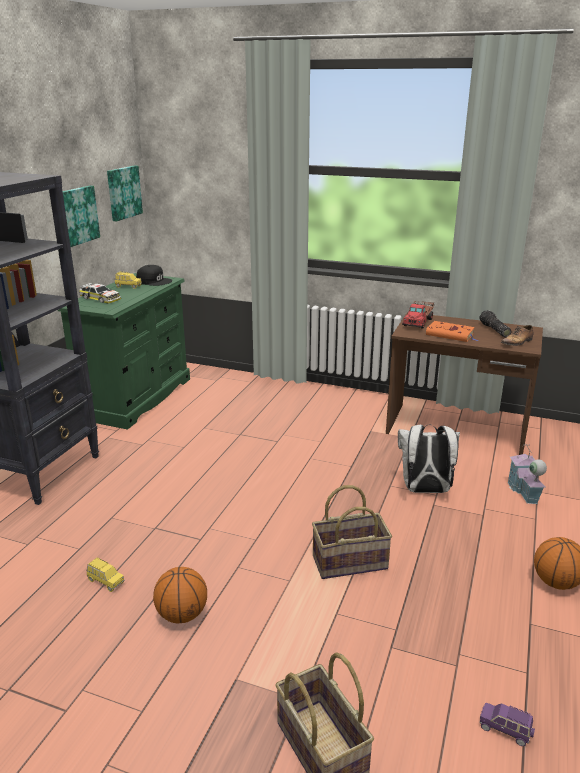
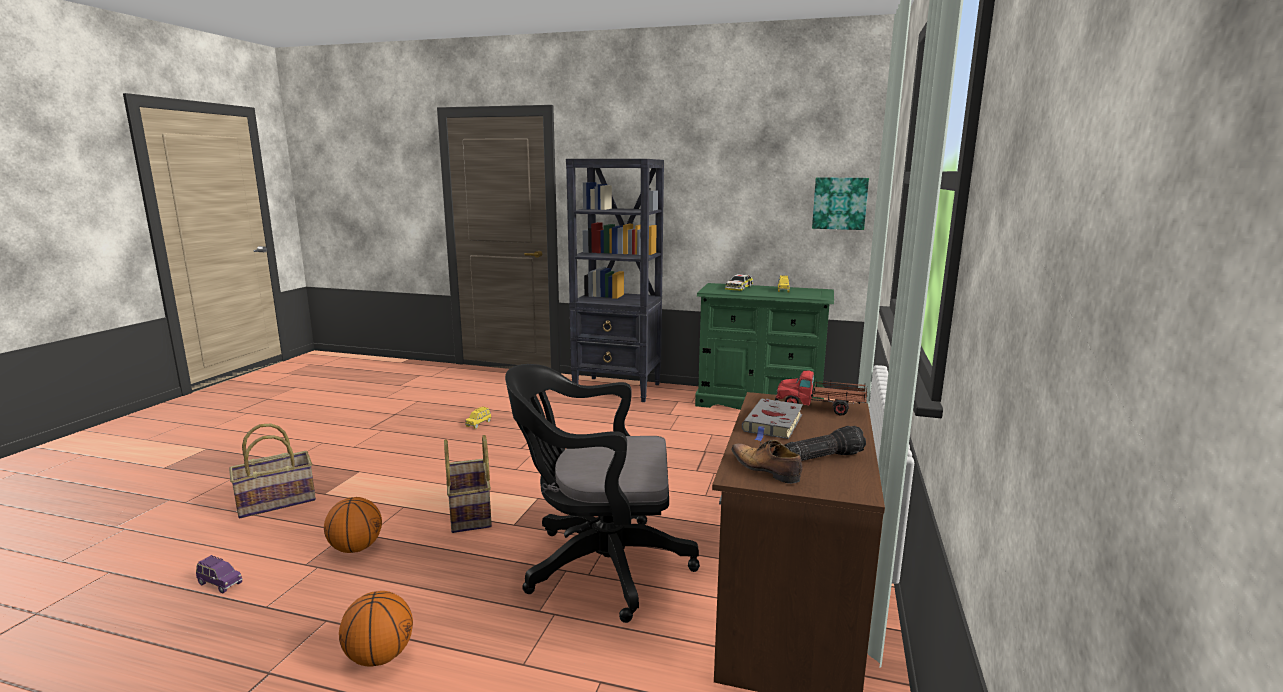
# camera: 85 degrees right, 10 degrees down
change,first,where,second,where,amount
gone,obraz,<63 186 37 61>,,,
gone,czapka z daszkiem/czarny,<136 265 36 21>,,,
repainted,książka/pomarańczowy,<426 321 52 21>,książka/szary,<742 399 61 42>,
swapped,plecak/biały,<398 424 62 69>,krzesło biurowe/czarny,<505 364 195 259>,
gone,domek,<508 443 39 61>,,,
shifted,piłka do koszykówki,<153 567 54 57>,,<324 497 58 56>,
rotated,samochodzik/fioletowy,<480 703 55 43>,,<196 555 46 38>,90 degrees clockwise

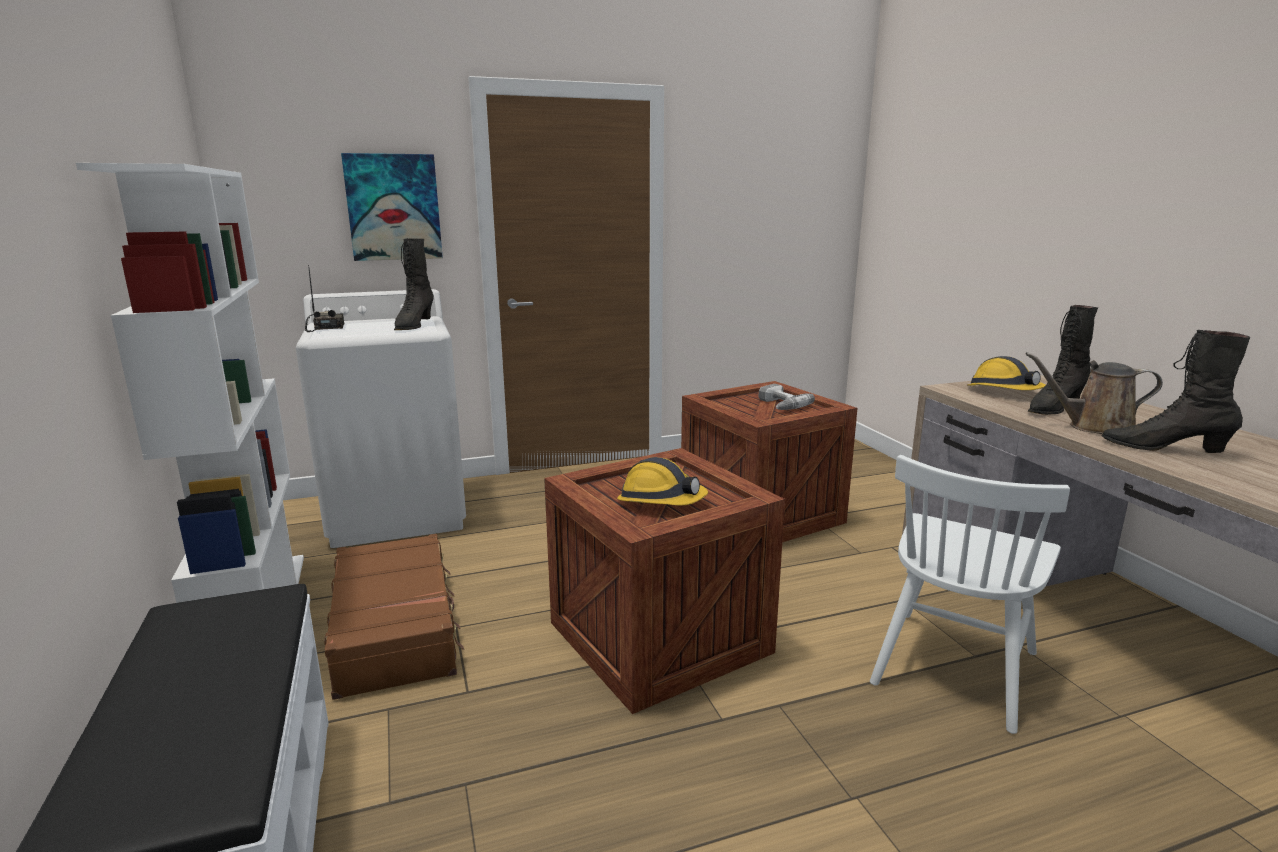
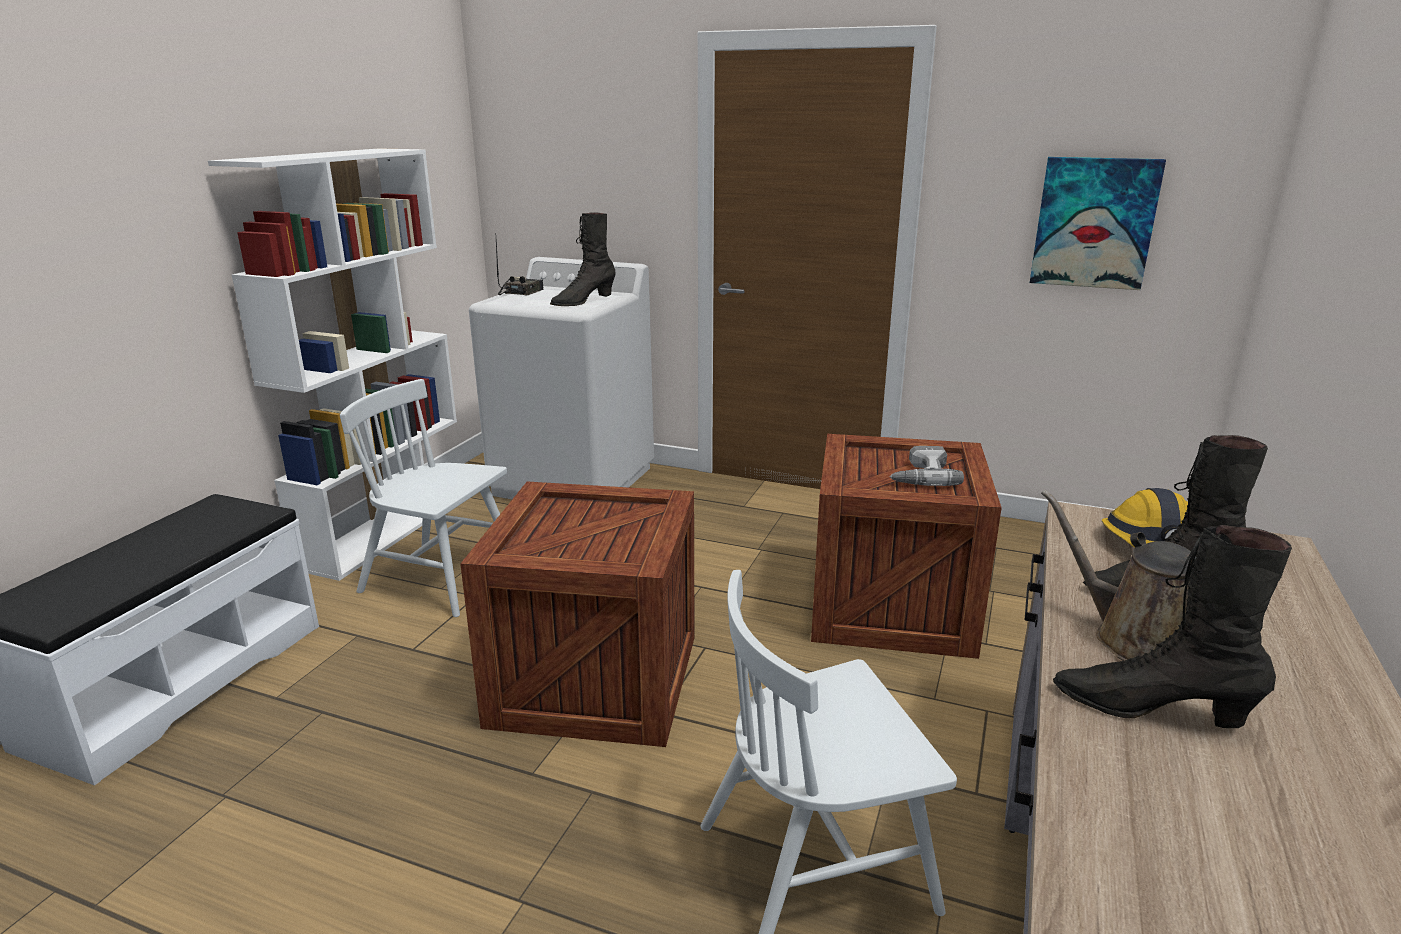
# camera: 40 degrees right, 5 degrees up
change,first,where,second,where,amount
shifted,obraz,<341 153 102 108>,,<1030 157 136 133>,
rotated,but z cholewką/czarny,<1101 330 149 123>,,<1053 525 239 203>,45 degrees counterclockwise
gone,kask,<617 457 91 48>,,,
swapped,walizka/brązowy,<324 534 140 166>,krzesło/biały,<340 379 167 238>,

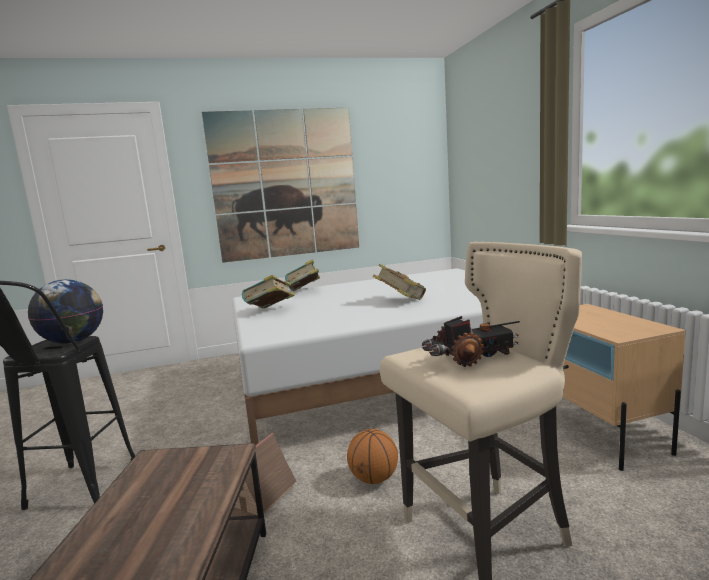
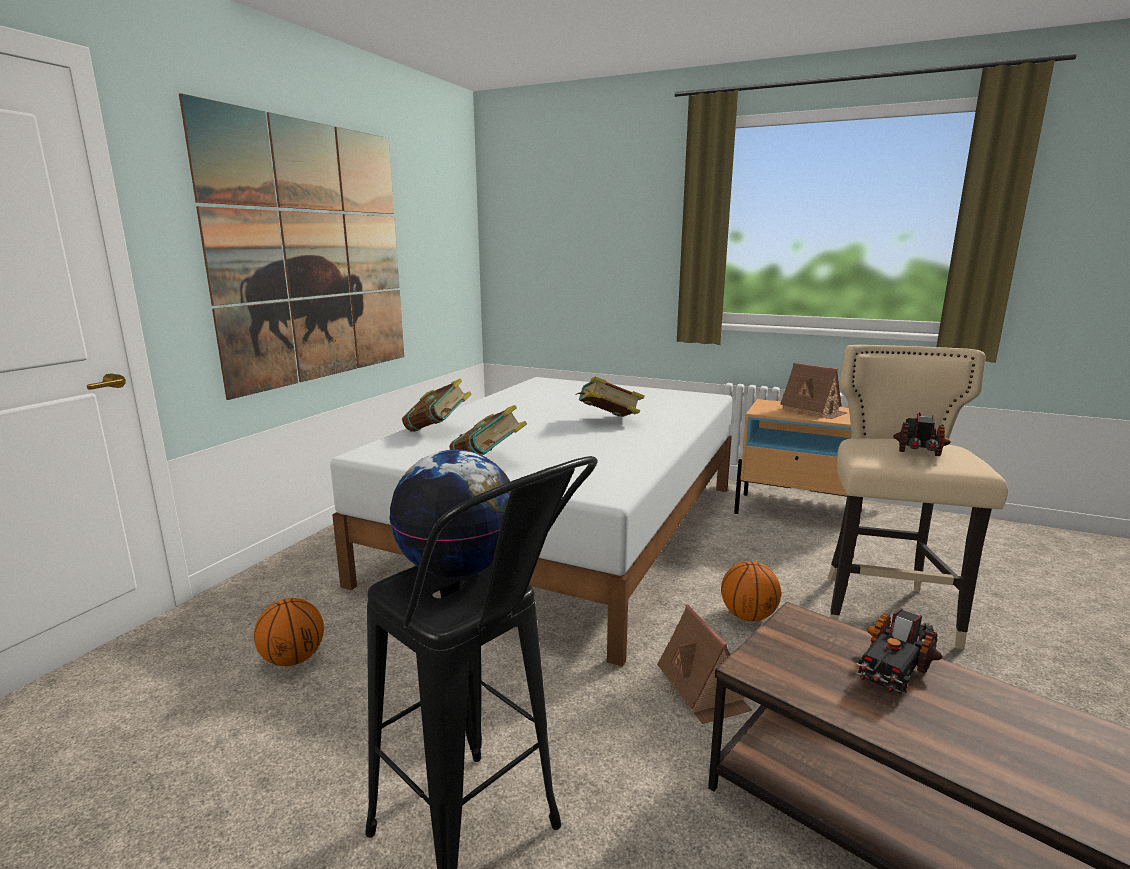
# camera: 50 degrees left, 5 degrees up
change,first,where,second,where,amount
new,,,domek,<780 362 68 57>,
new,,,piłka do koszykówki,<254 598 70 68>,
new,,,ciężarówka zabawkowa,<855 608 88 86>,

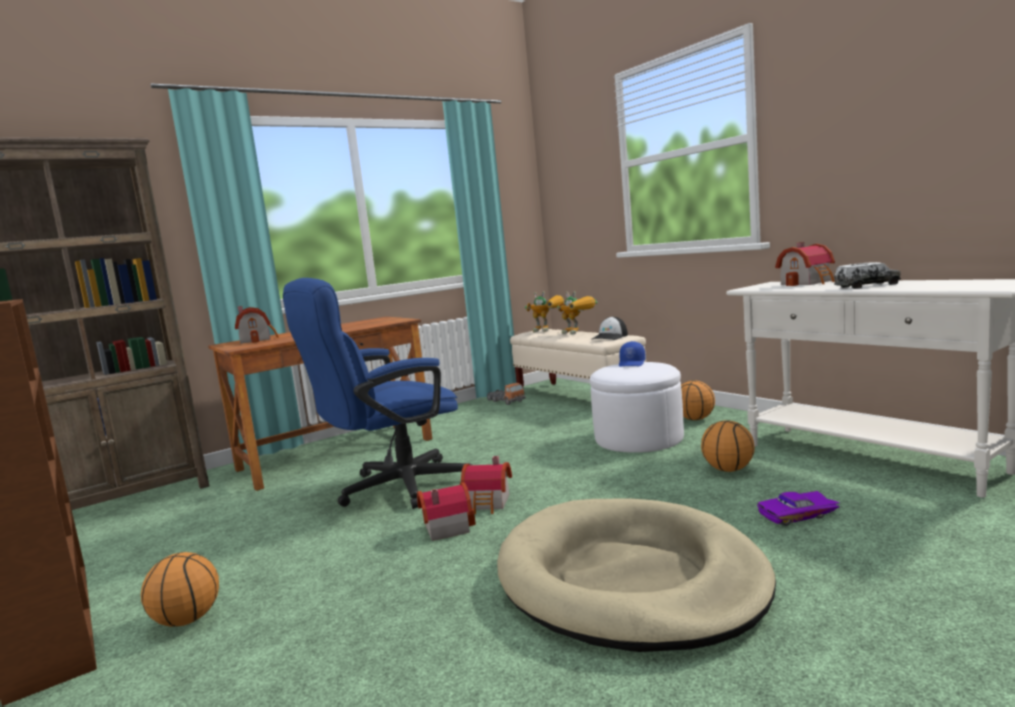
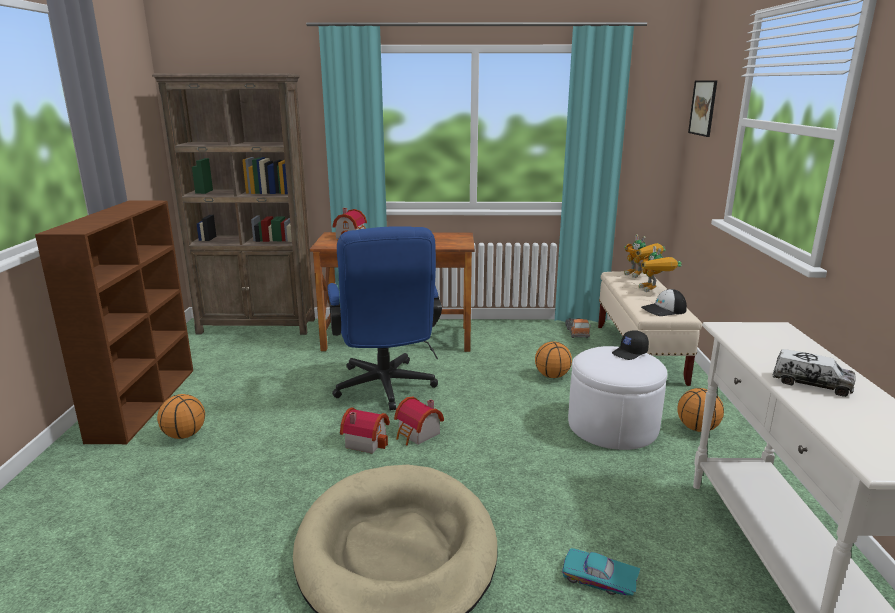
# camera: 35 degrees right, 10 degrees up
change,first,where,second,where,amount
gone,domek,<775 242 60 44>,,,
rotated,krzesło biurowe/niebieski,<283 278 189 231>,,<327 226 115 184>,105 degrees counterclockwise
repainted,czapka z daszkiem/niebieski,<619 341 27 26>,czapka z daszkiem/czarny,<612 330 37 30>,
shifted,piłka do koszykówki,<701 420 54 52>,,<535 341 37 37>,
repainted,samochodzik/fioletowy,<757 491 83 35>,samochodzik/turkusowy,<562 548 78 47>,
new,,,obraz,<688 80 29 57>,

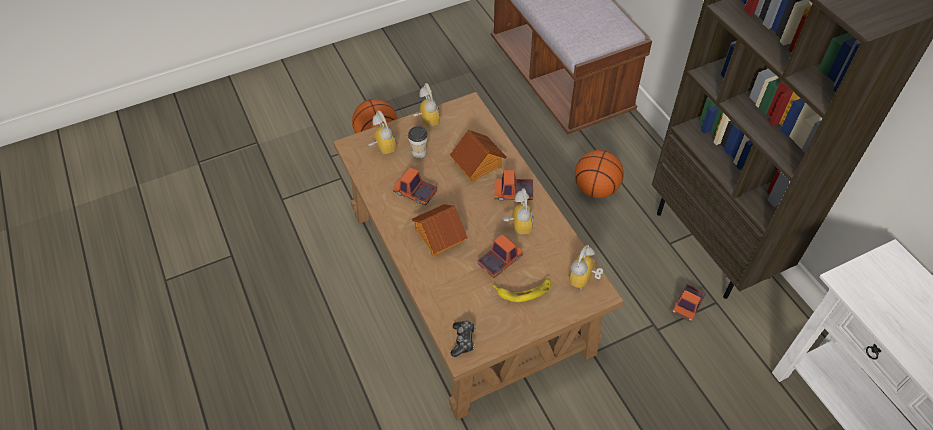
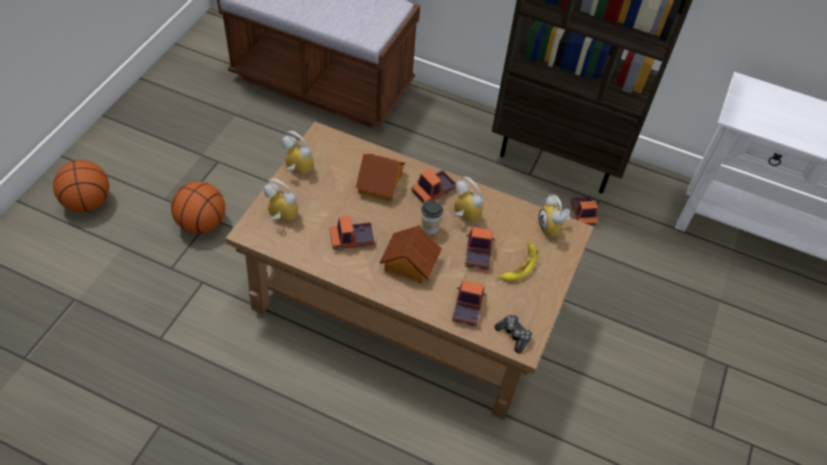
# camera: 45 degrees left, 0 degrees up
change,first,where,second,where,amount
shifted,filiżanka,<408 126 20 32>,,<421 200 22 35>,
shifted,piłka do koszykówki,<575 150 49 48>,,<53 160 56 52>,
new,,,ciężarówka zabawkowa,<452 281 34 46>,

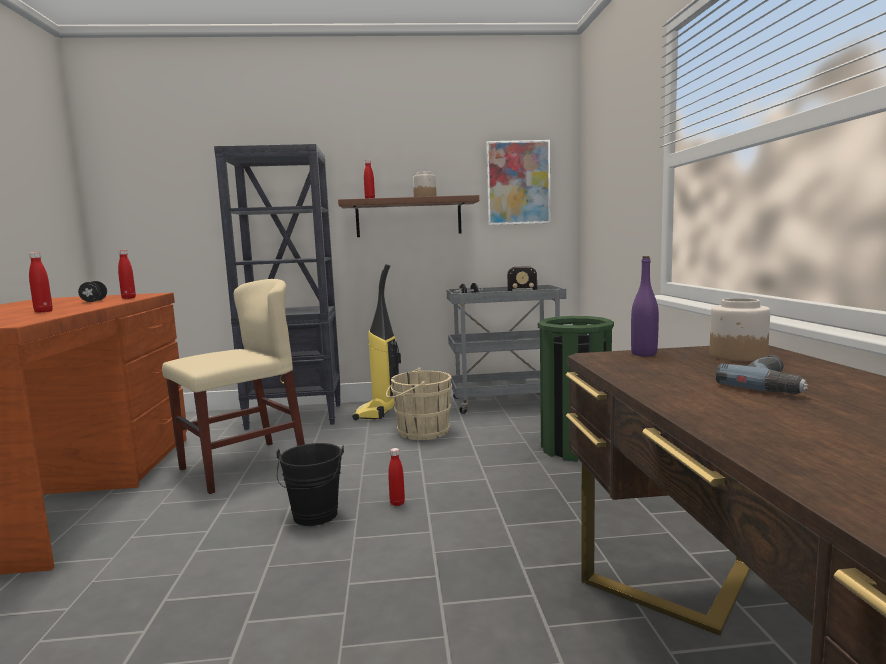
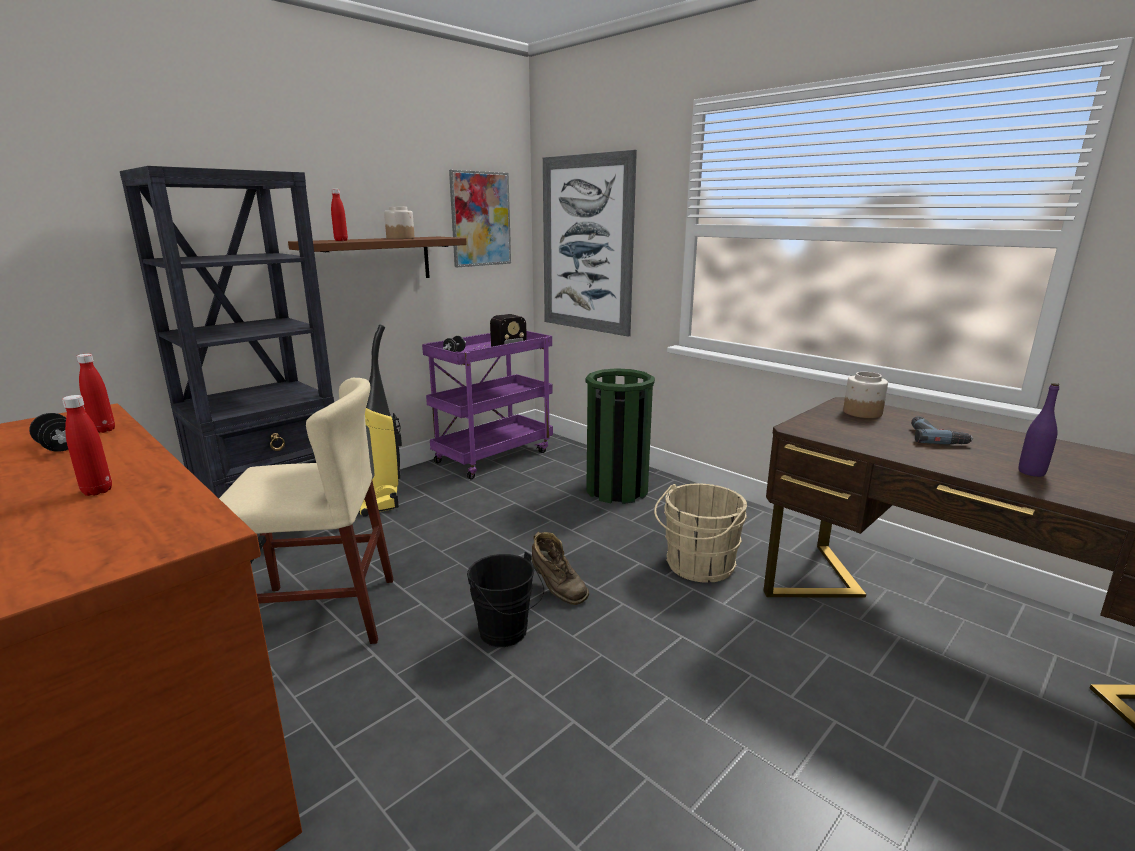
# camera: 40 degrees left, 10 degrees up
change,first,where,second,where,amount
shifted,butelka/fioletowy,<631 256 28 100>,,<1019 383 40 94>,
rotated,krzesło/beżowy,<162 279 143 215>,,<219 378 174 266>,75 degrees clockwise
repainted,wózek/szary,<447 285 119 129>,wózek/fioletowy,<422 331 131 148>,
shifted,wiadro/beżowy,<386 368 66 72>,,<654 484 93 99>,
swapped,butelka/czerwony,<388 448 17 58>,but z cholewką/brązowy,<532 532 57 73>,
new,,,obraz,<543 150 94 187>,

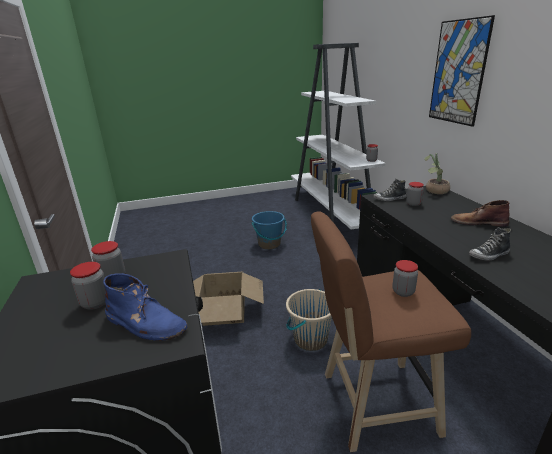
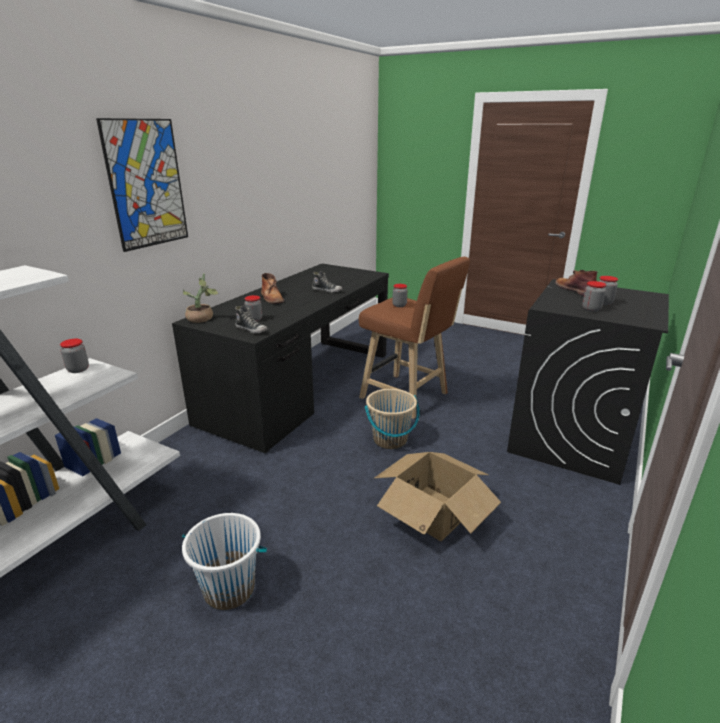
# camera: 135 degrees left, 0 degrees up
change,first,where,second,where,amount
repainted,wiadro/niebieski,<252 211 35 38>,wiadro/biały,<182 513 85 97>,
repainted,but z cholewką/niebieski,<103 273 85 68>,but z cholewką/brązowy,<555 270 42 26>,

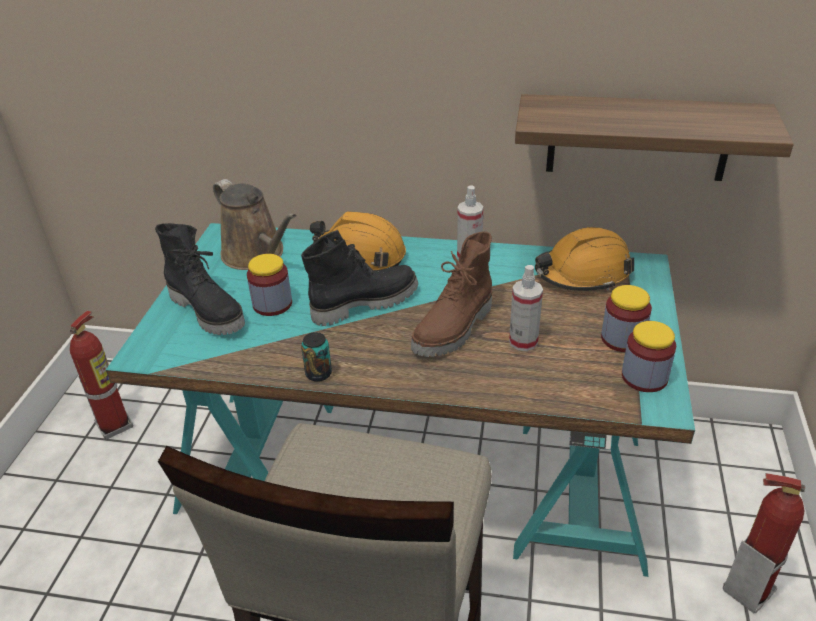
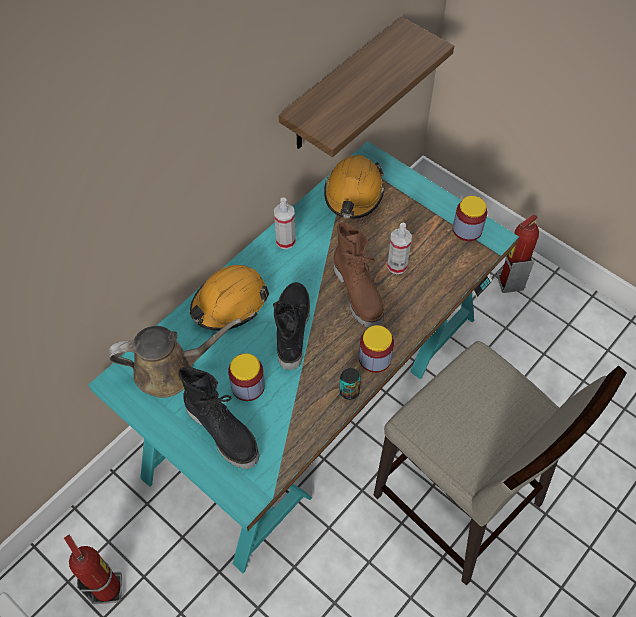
# camera: 60 degrees left, 20 degrees up
change,first,where,second,where,amount
rotated,but z cholewką/czarny,<155 223 90 112>,,<179 367 80 102>,60 degrees clockwise
shifted,słoik,<601 285 51 67>,,<359 325 35 48>,

